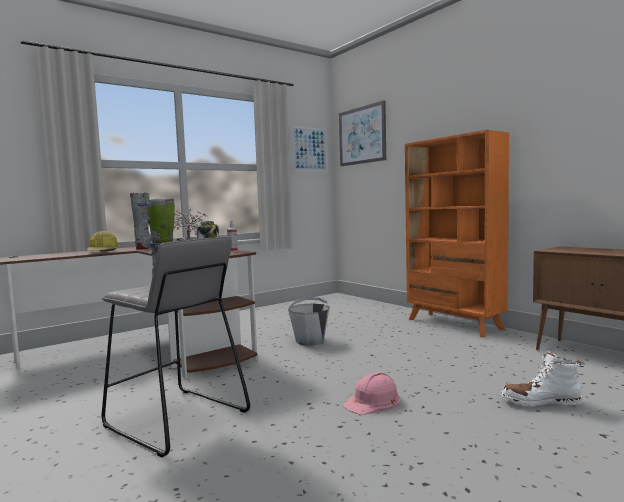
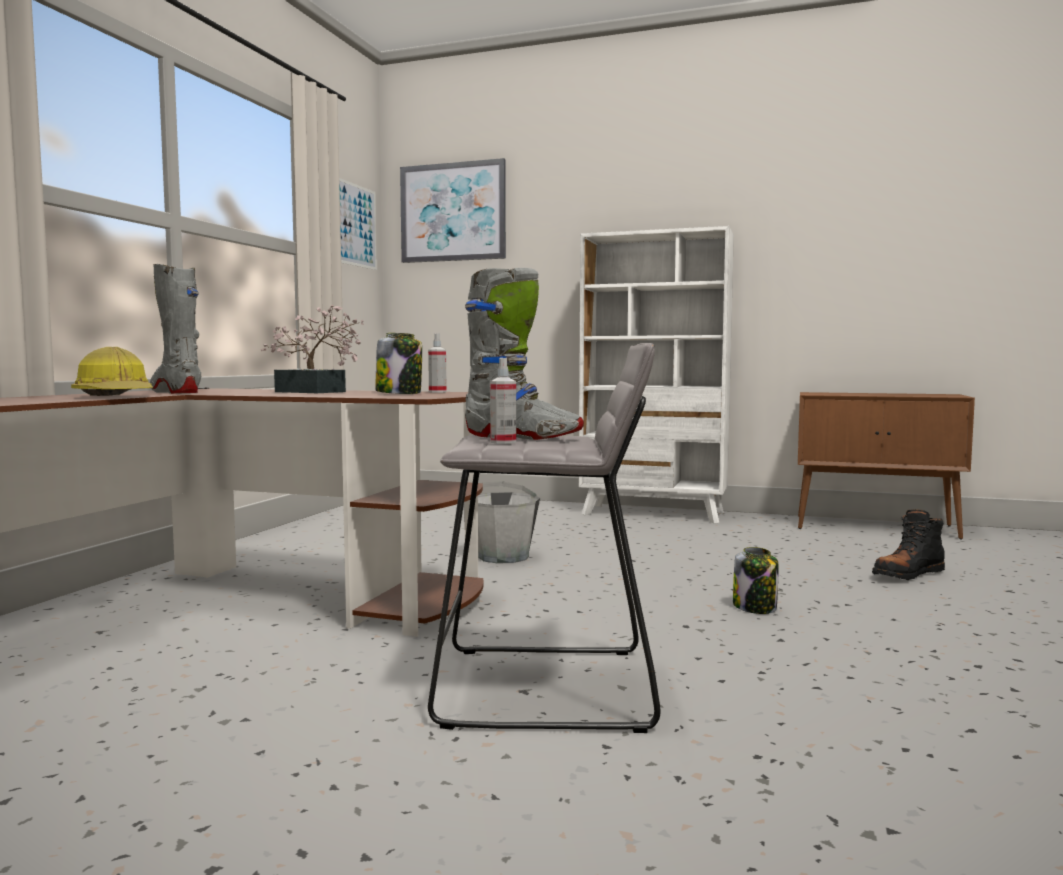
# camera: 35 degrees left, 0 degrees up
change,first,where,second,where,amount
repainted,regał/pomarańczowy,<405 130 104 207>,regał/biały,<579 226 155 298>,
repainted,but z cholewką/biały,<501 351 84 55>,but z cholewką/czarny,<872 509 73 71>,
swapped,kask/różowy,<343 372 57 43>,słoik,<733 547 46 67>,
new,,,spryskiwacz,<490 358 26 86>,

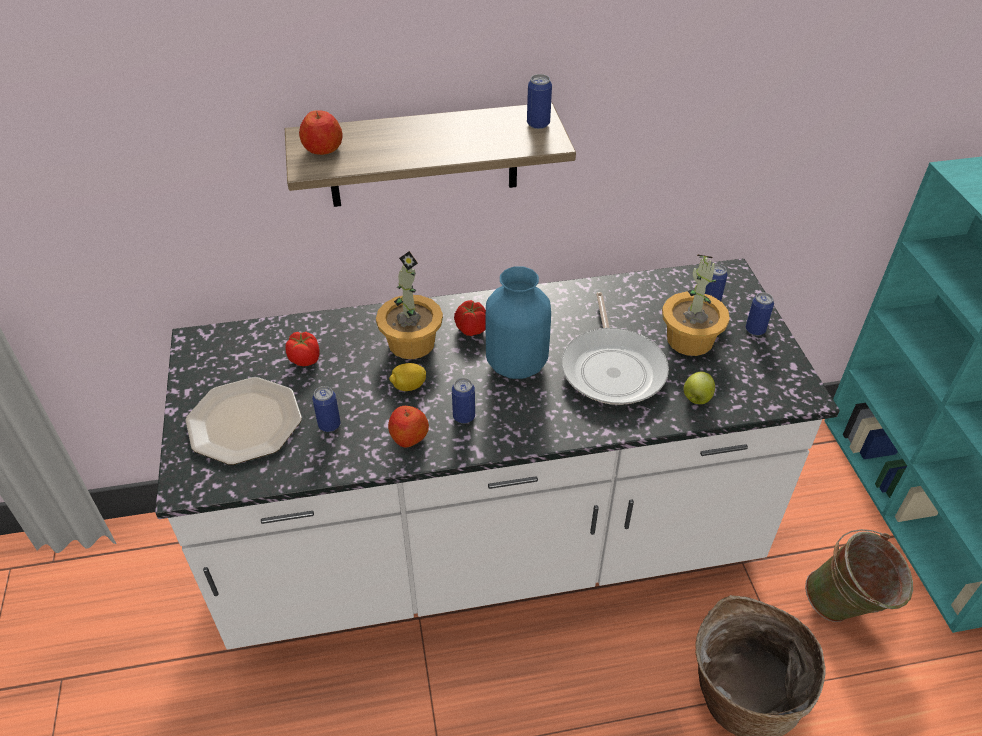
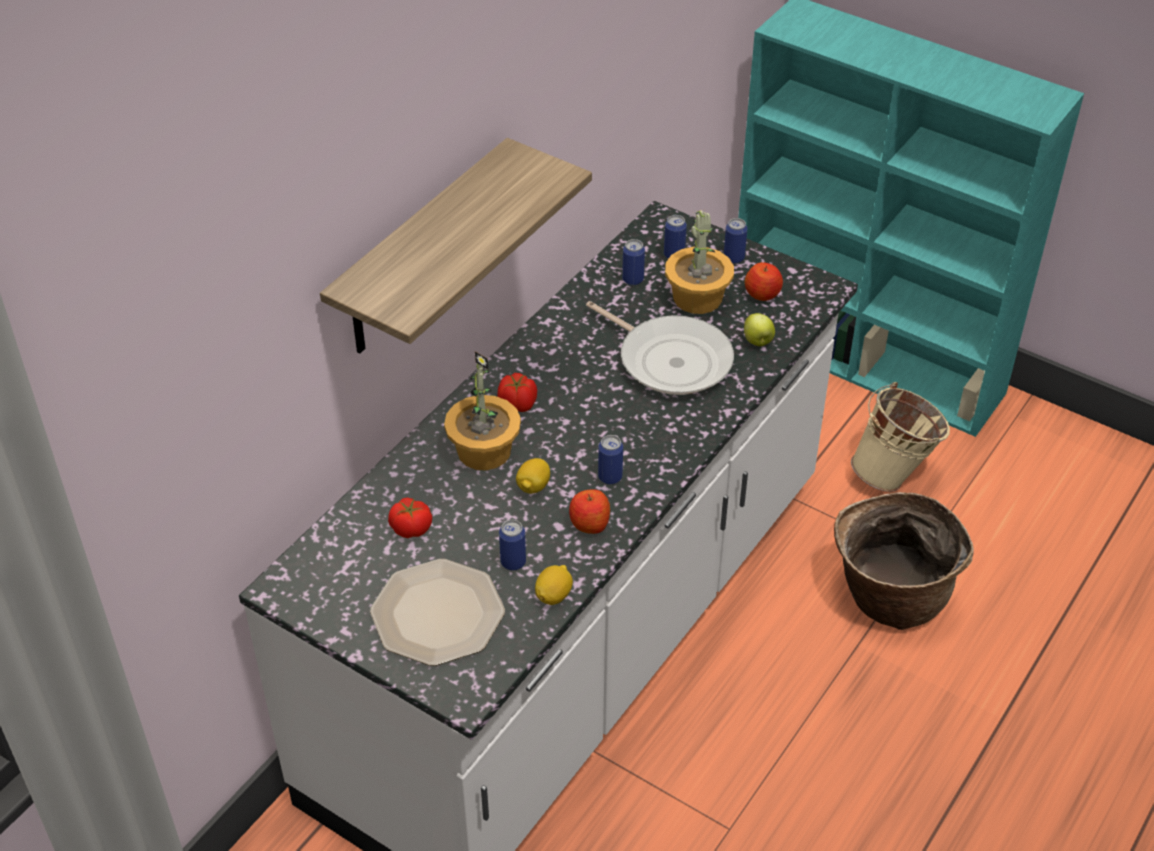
# camera: 45 degrees left, 0 degrees up
change,first,where,second,where,amount
shifted,puszka,<527 74 25 55>,,<622 239 23 46>,
shifted,jabłko,<299 110 44 45>,,<745 262 38 39>,
gone,wazon/niebieski,<486 266 65 113>,,,
repainted,wiadro/zielony,<805 529 108 93>,wiadro/beżowy,<851 382 99 110>,
new,,,cytryna,<535 565 38 40>,

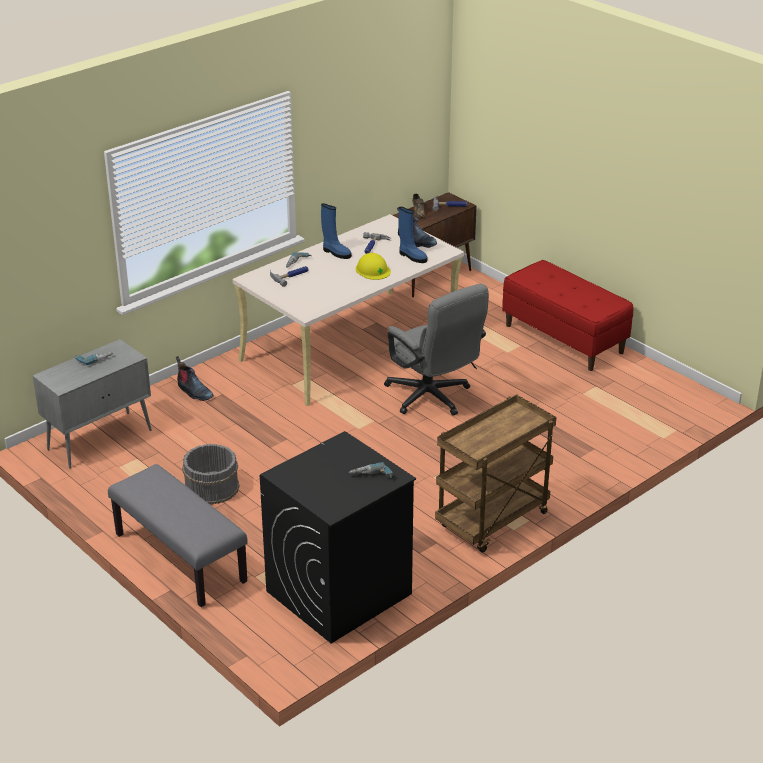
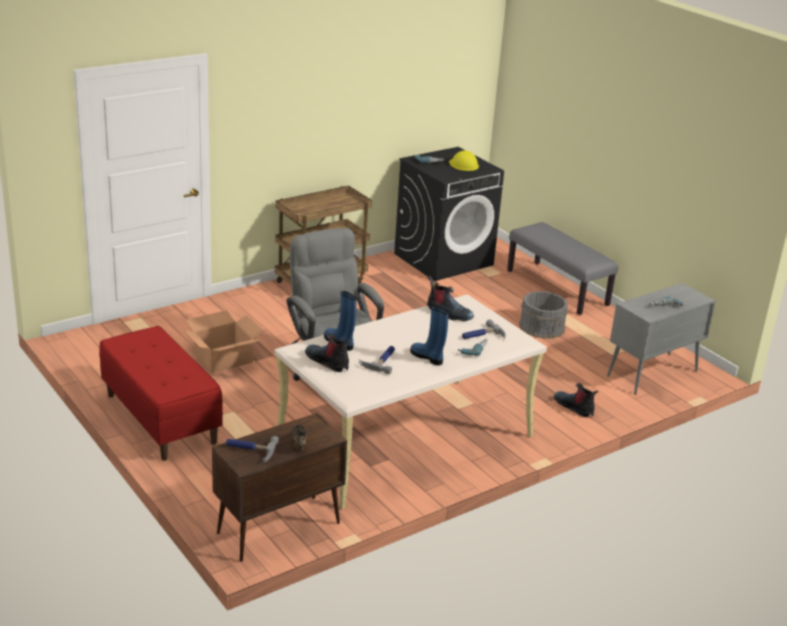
# camera: 175 degrees left, 5 degrees down
change,first,where,second,where,amount
shifted,kask/żółty,<356 253 35 27>,,<449 150 30 21>,
new,,,but z cholewką,<427 276 47 45>,
new,,,karton,<184 310 80 63>,

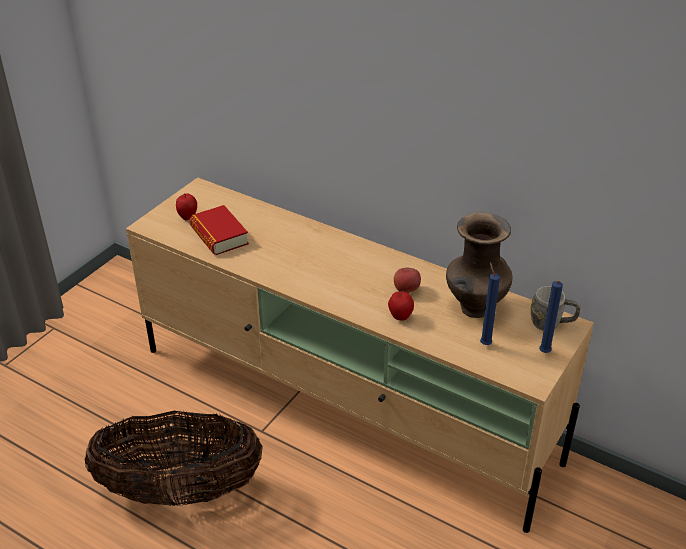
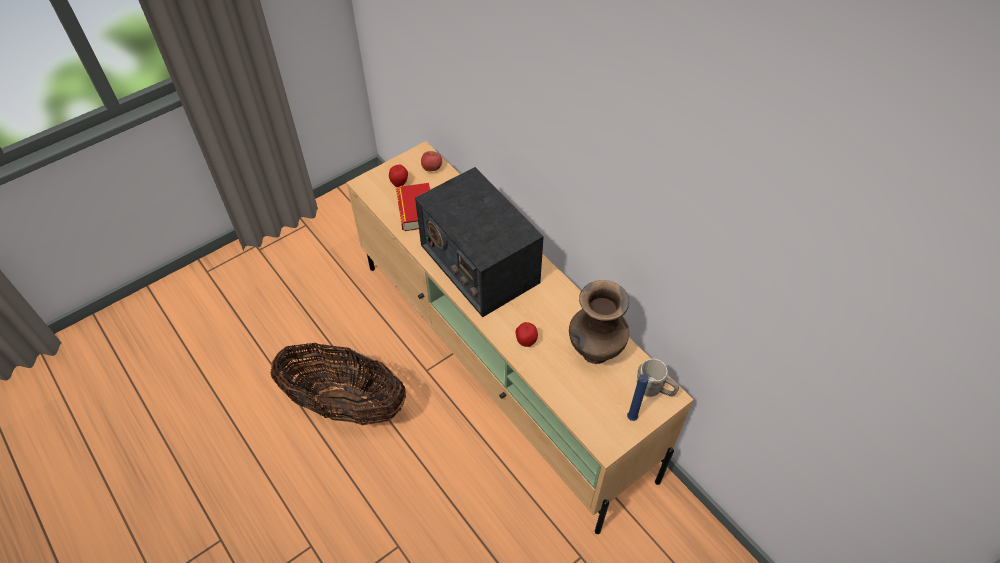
# camera: 20 degrees right, 15 degrees up
change,first,where,second,where,amount
gone,świeca/niebieski,<480 262 20 83>,,,
shifted,jabłko,<394 268 27 25>,,<421 151 21 21>,
new,,,radio,<415 167 129 150>,

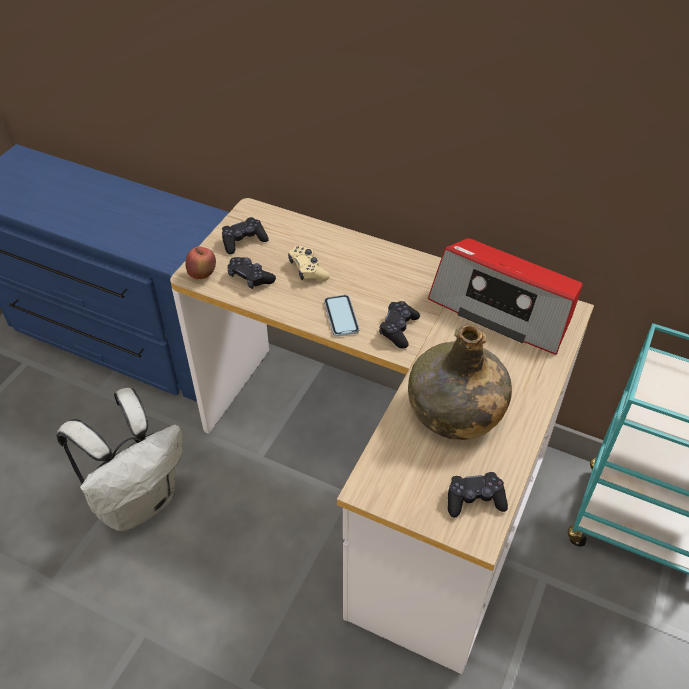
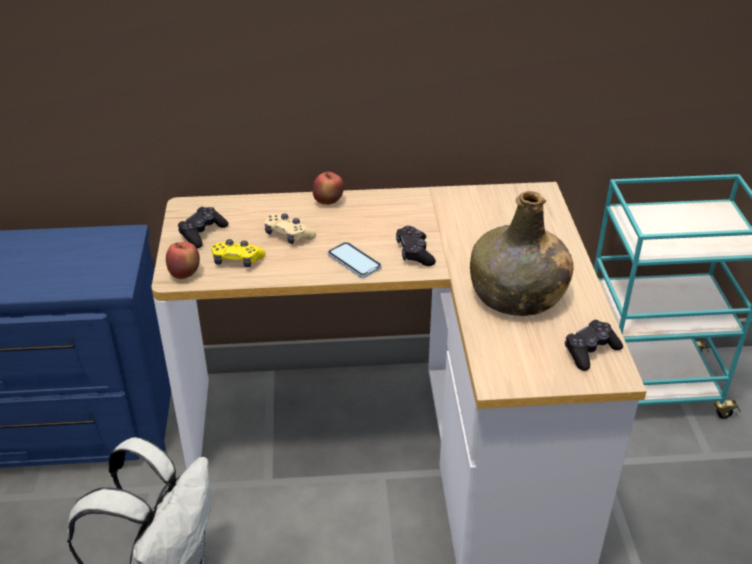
# camera: 30 degrees left, 10 degrees down
change,first,where,second,where,amount
gone,radio,<428 238 155 117>,,,
repainted,pad do gier/czarny,<227 257 49 32>,pad do gier/żółty,<211 239 54 28>,
new,,,jabłko,<313 171 31 34>,

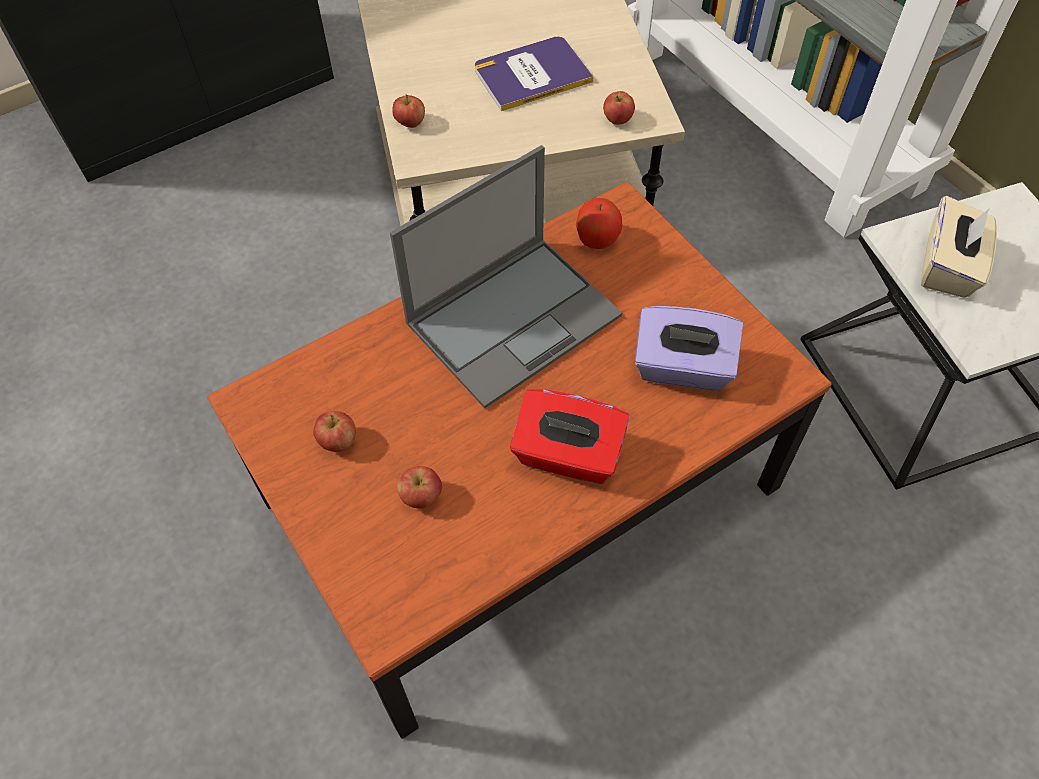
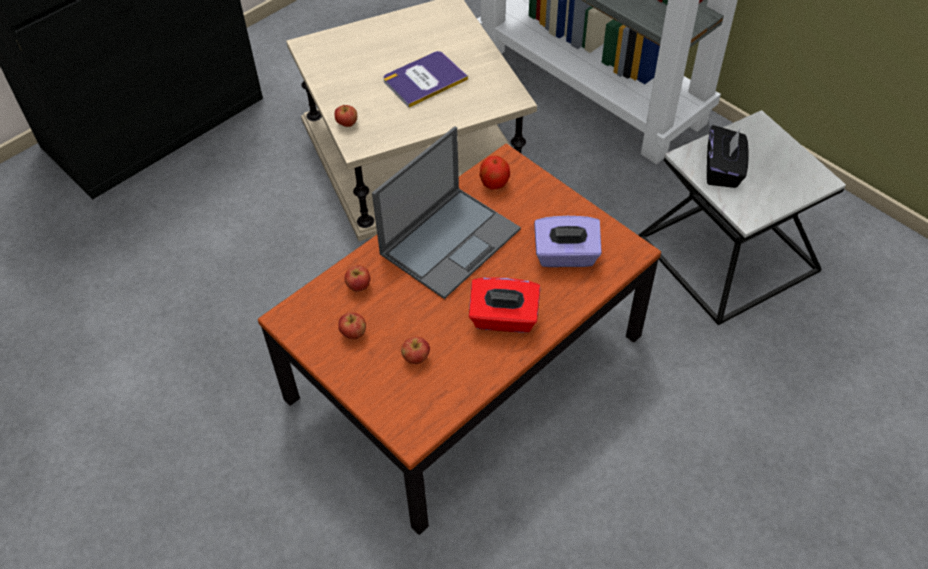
# camera: 10 degrees left, 5 degrees down
change,first,where,second,where,amount
shifted,jabłko,<603 91 32 34>,,<344 265 26 27>,
repainted,pudełko chusteczek/beżowy,<921 196 76 102>,pudełko chusteczek/czarny,<707 125 42 63>,

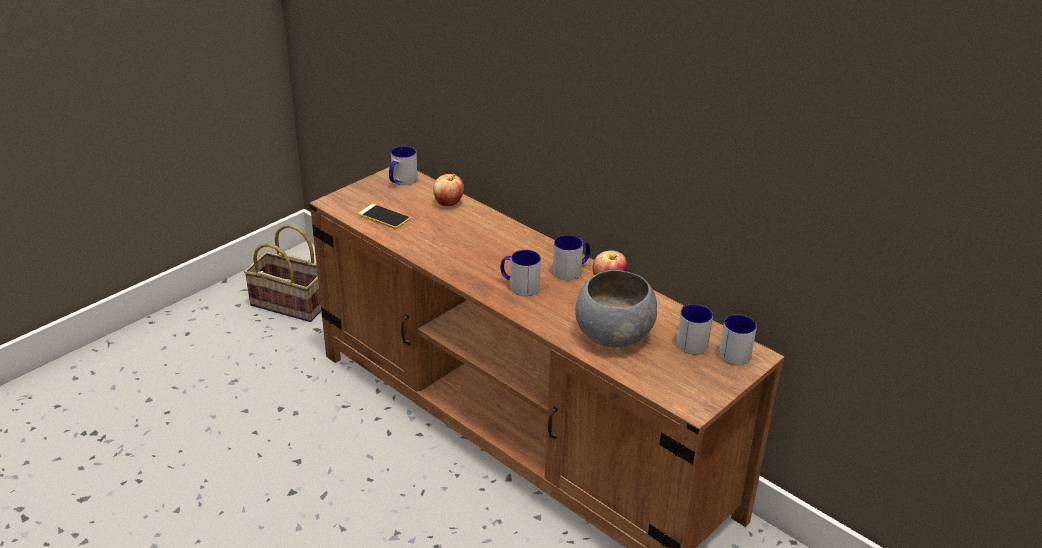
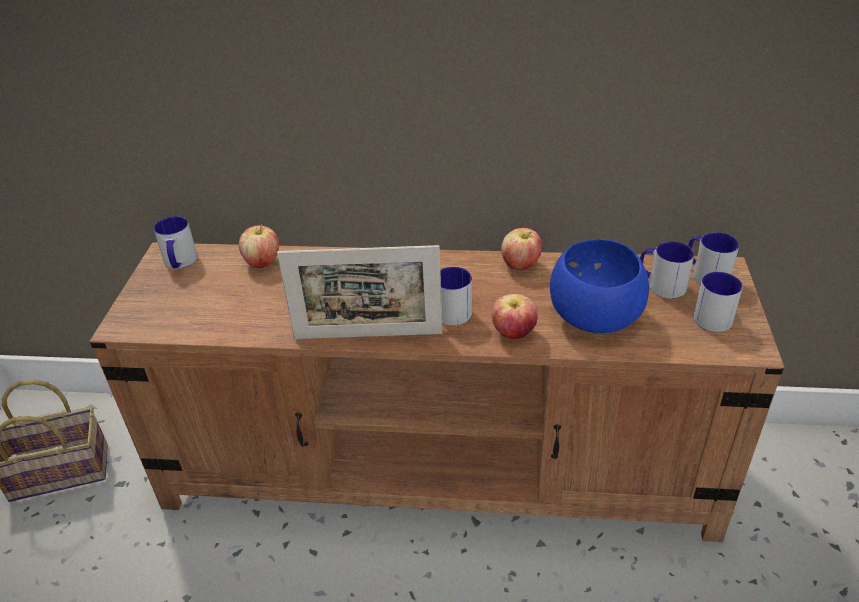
# camera: 35 degrees left, 5 degrees up
change,first,where,second,where,amount
gone,telefon,<358 204 52 25>,,,
shifted,kubek,<553 235 37 45>,,<693 272 50 60>,
repainted,miska/szary,<575 270 82 77>,miska/niebieski,<550 239 99 94>,
new,,,ramka na zdjęcie,<277 245 166 94>,
new,,,jabłko,<491 294 47 45>,

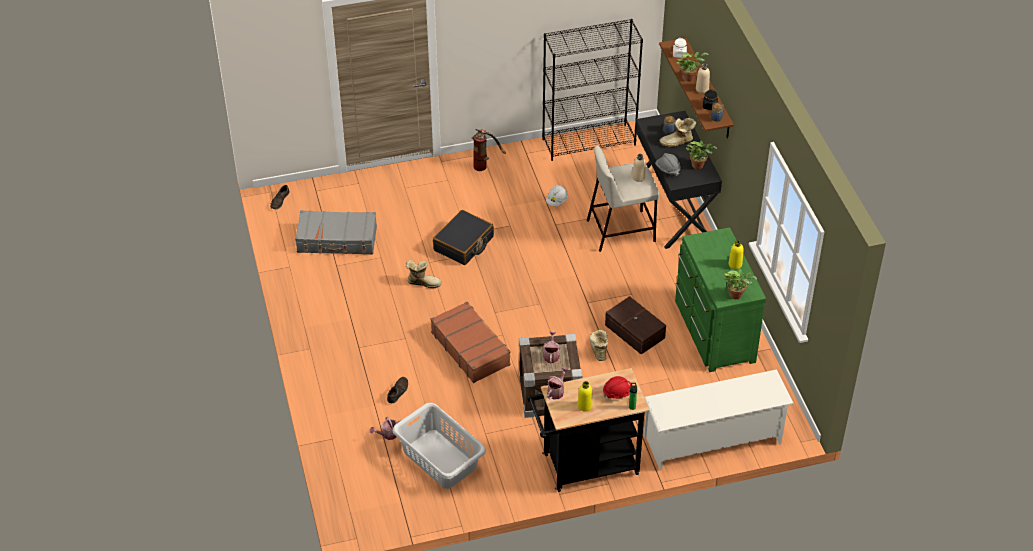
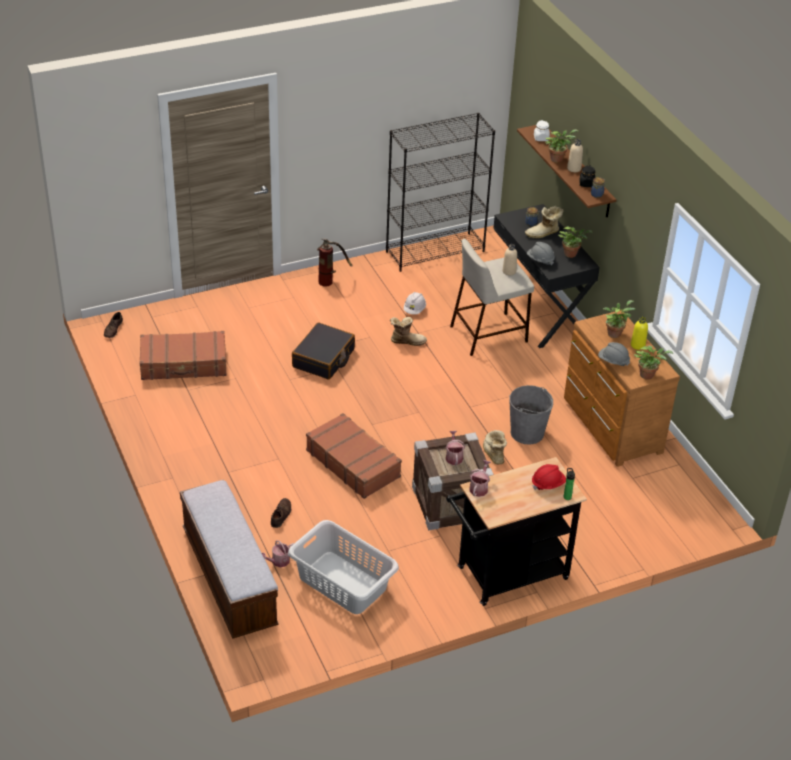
# camera: 10 degrees left, 5 degrees down
change,first,where,second,where,amount
repainted,walizka/szary,<295 210 82 45>,walizka/brązowy,<139 331 87 49>,
repainted,komoda/zielony,<675 227 91 145>,komoda/brązowy,<564 311 116 156>,
shifted,but z cholewką,<406 260 36 28>,,<390 317 37 29>,
swapped,pojemnik do przechowywania/brązowy,<605 296 61 59>,wiadro/szary,<509 385 44 60>,
gone,regał na buty/biały,<644 369 150 101>,,,
gone,butelka/żółty,<577 381 15 30>,,,
new,,,roślina doniczkowa,<603 300 32 38>,
new,,,kask/szary,<598 342 32 24>,
new,,,ławka,<180 480 99 159>,

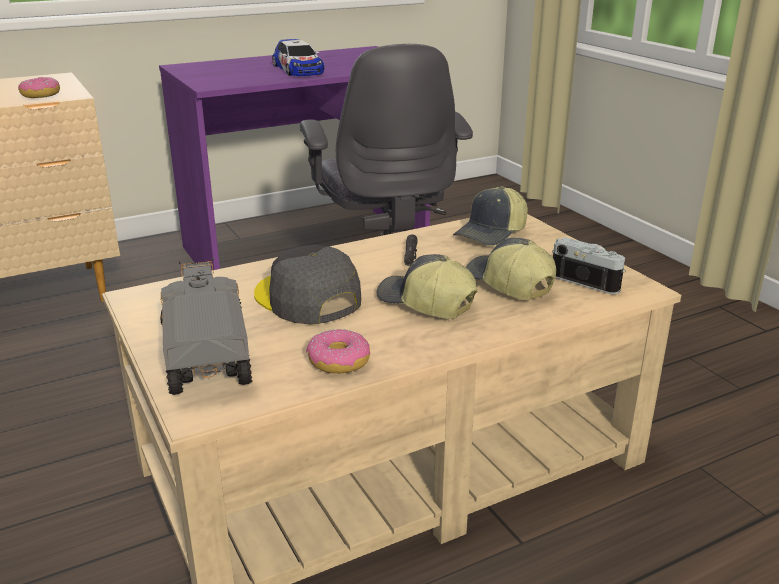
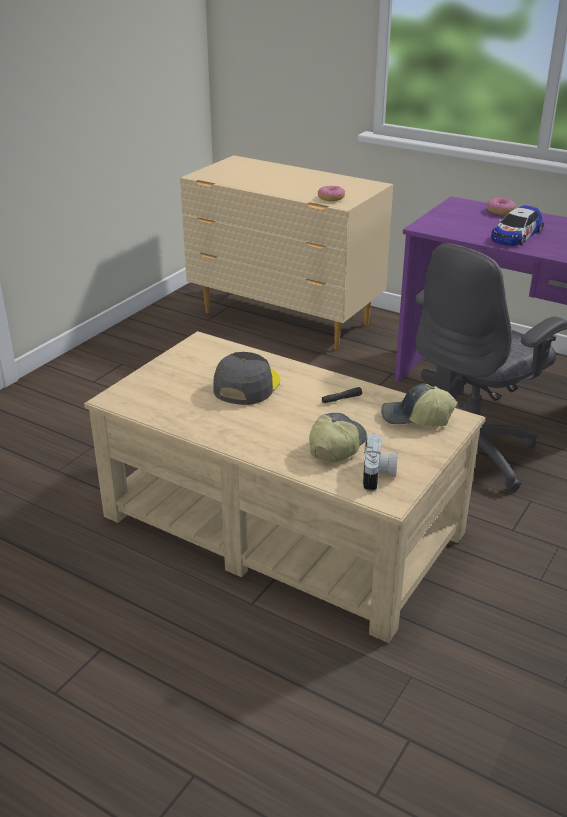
# camera: 60 degrees right, 5 degrees up
change,first,where,second,where,amount
gone,czapka z daszkiem,<376 254 101 65>,,,
gone,ciężarówka zabawkowa,<160 258 92 137>,,,
shifted,donut,<306 329 64 45>,,<487 197 28 18>,

